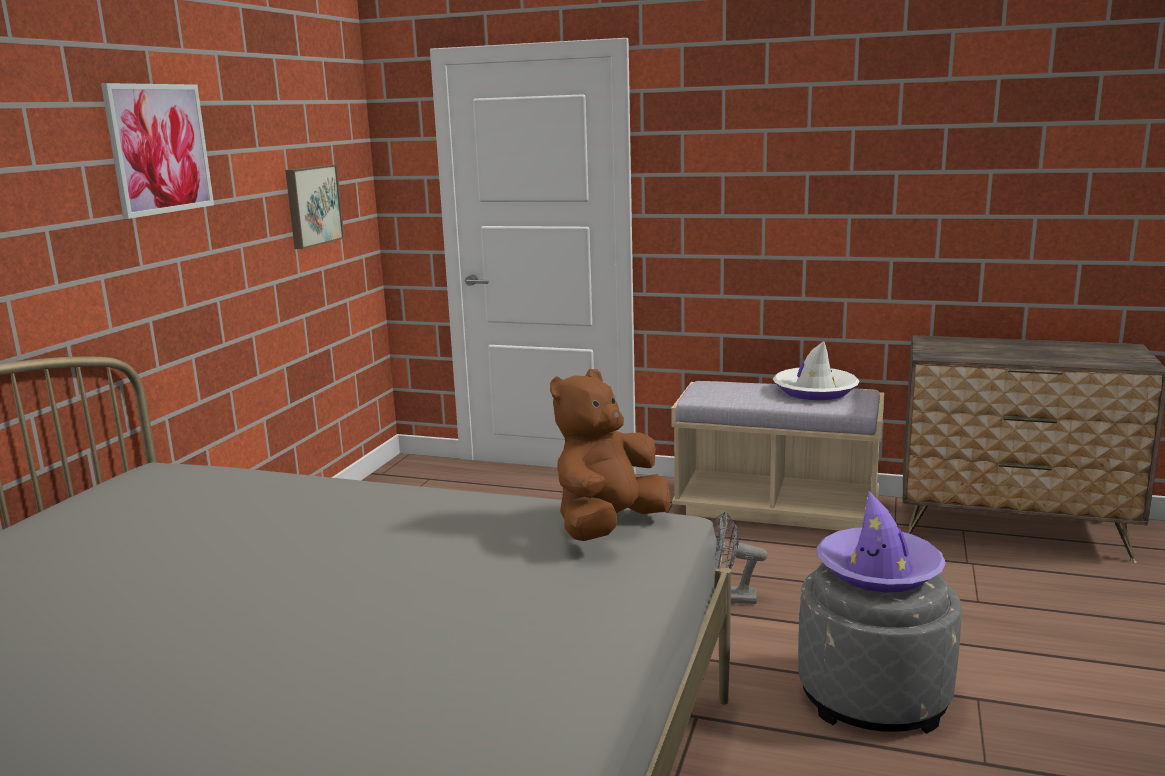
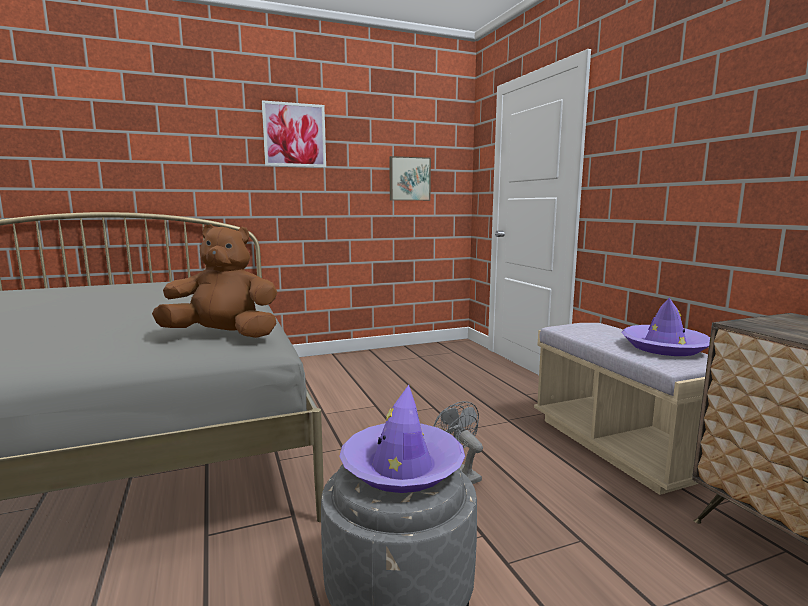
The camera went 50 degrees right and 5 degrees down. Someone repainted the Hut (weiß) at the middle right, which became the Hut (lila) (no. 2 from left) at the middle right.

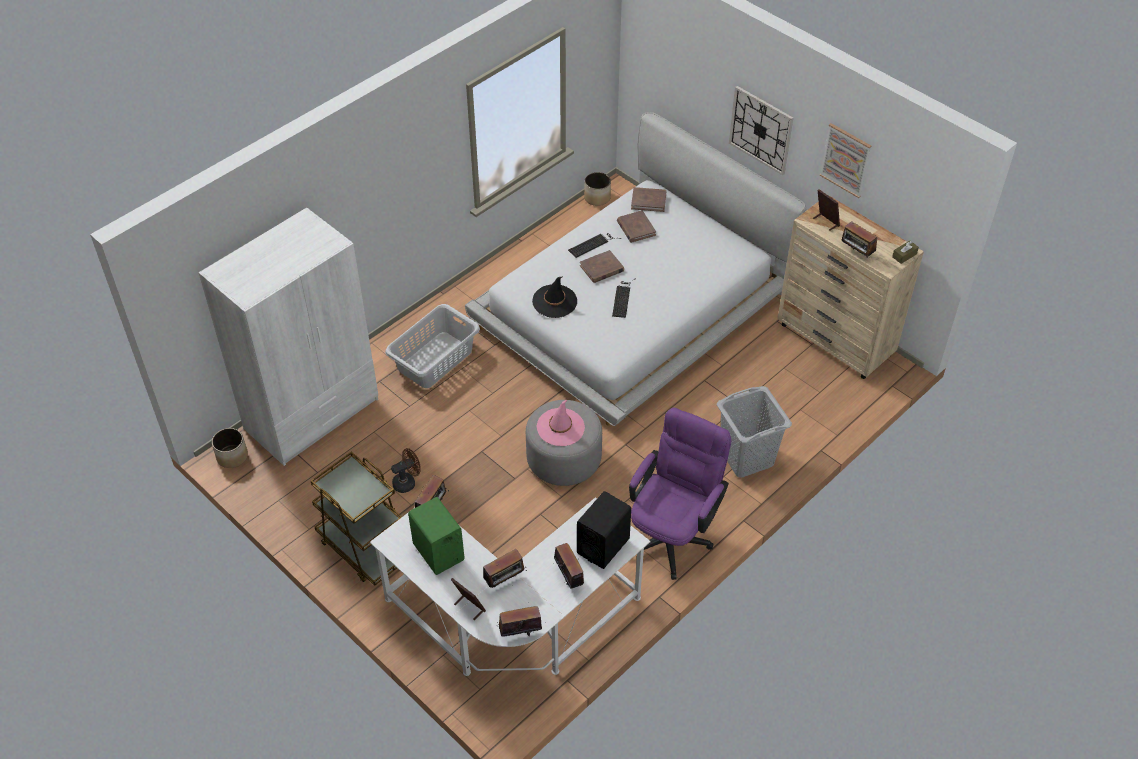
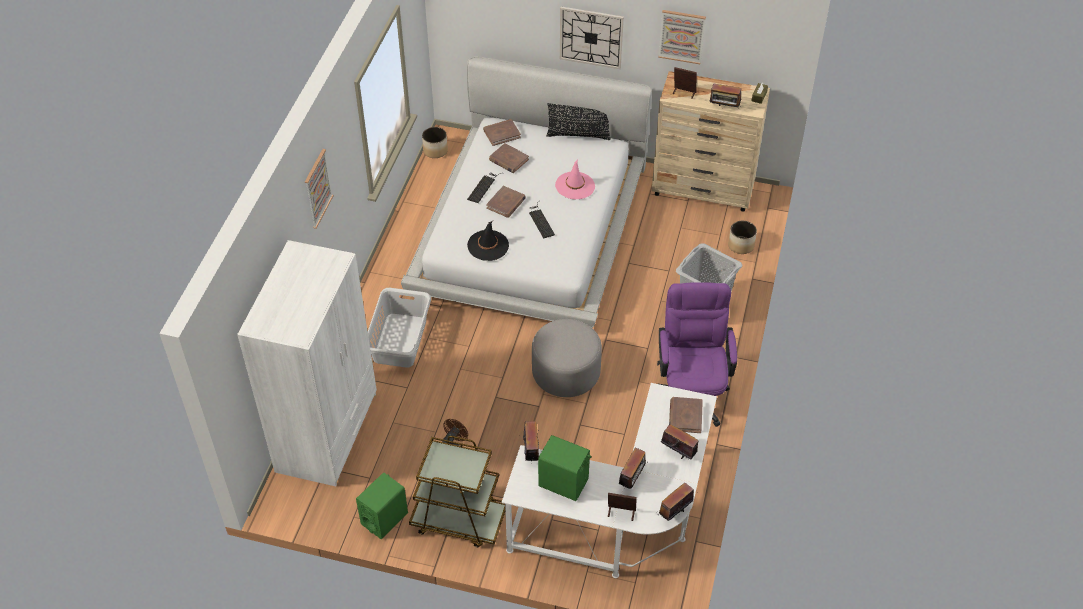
The camera went 30 degrees left and 0 degrees up. Someone put up the Bild (no. 1 from left) at the top left. Someone put down the Lautsprecher (grün) (no. 1 from left) at the bottom centre. Someone put down the Kissen (schwarz) at the top centre. Someone carried the Pflanzkübel (no. 1 from left in the first image) from the middle left to the middle right. Someone carried the Hut (rosa) from the centre to the top centre. Someone swapped the Lautsprecher (schwarz) at the bottom centre for the Buch (braun) (no. 4 from left) at the bottom centre.

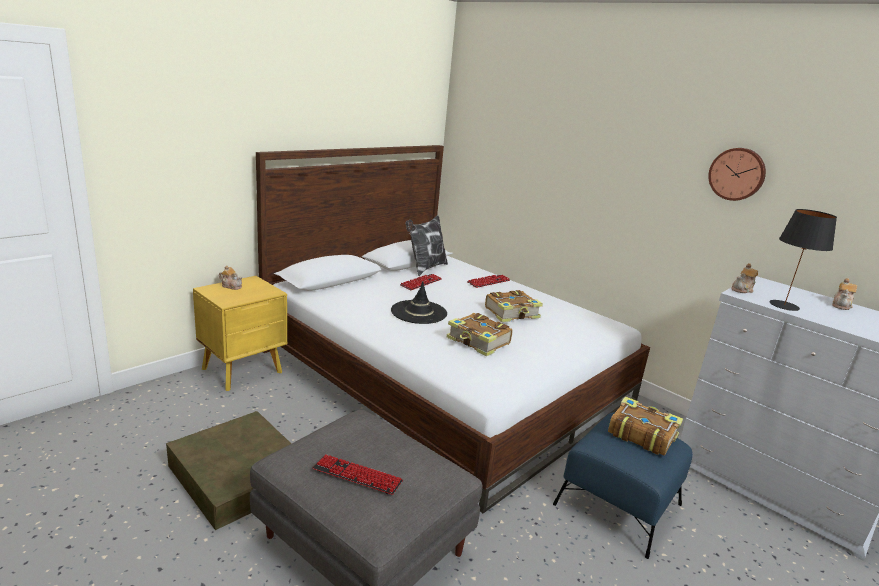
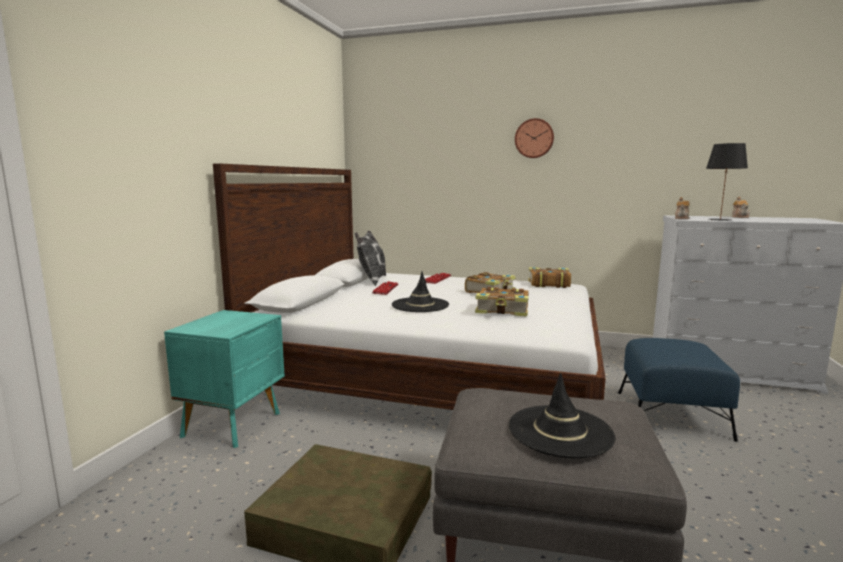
The camera went 25 degrees left and 10 degrees down. Someone took away the Teekanne (no. 1 from left) at the middle left. Someone carried the Buch (no. 3 from left) from the bottom right to the centre. Someone carried the Wanduhr from the top right to the top centre. Someone swapped the Tastatur (no. 1 from left) at the bottom centre for the Hut (schwarz) (no. 2 from left) at the bottom right. Someone repainted the Nachttisch (gelb) at the middle left, which became the Nachttisch (türkis) at the bottom left.

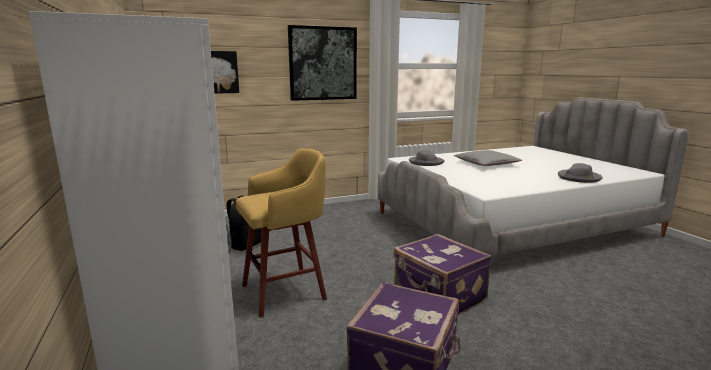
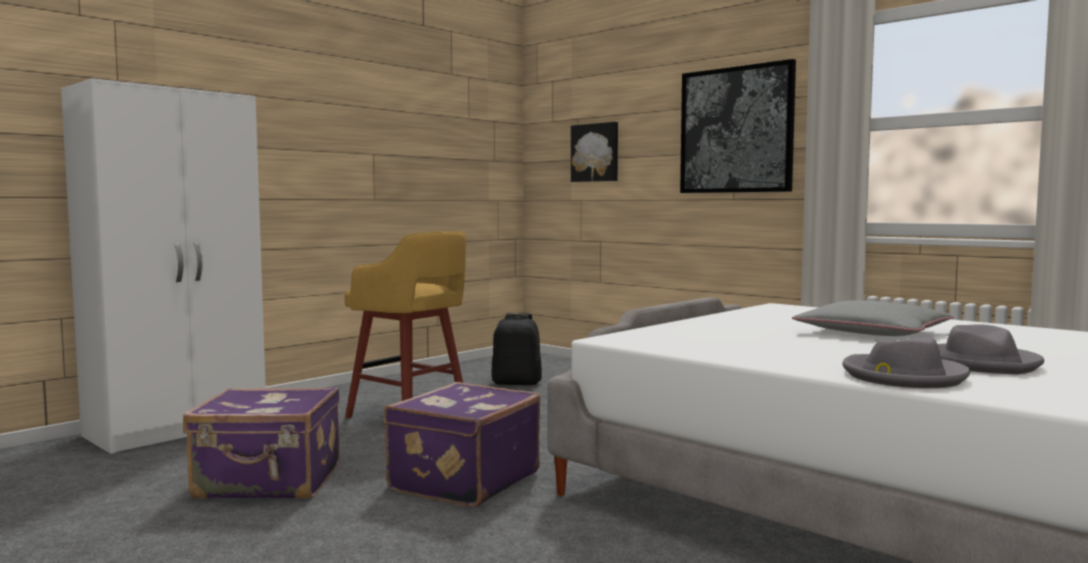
The camera went 65 degrees right and 10 degrees down. Someone carried the Hut (grau) (no. 1 from left in the first image) from the centre to the middle right.

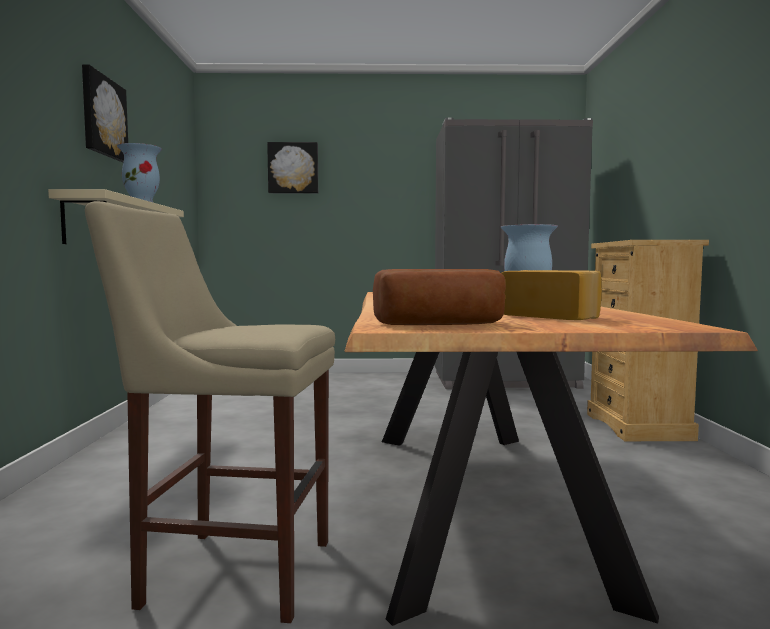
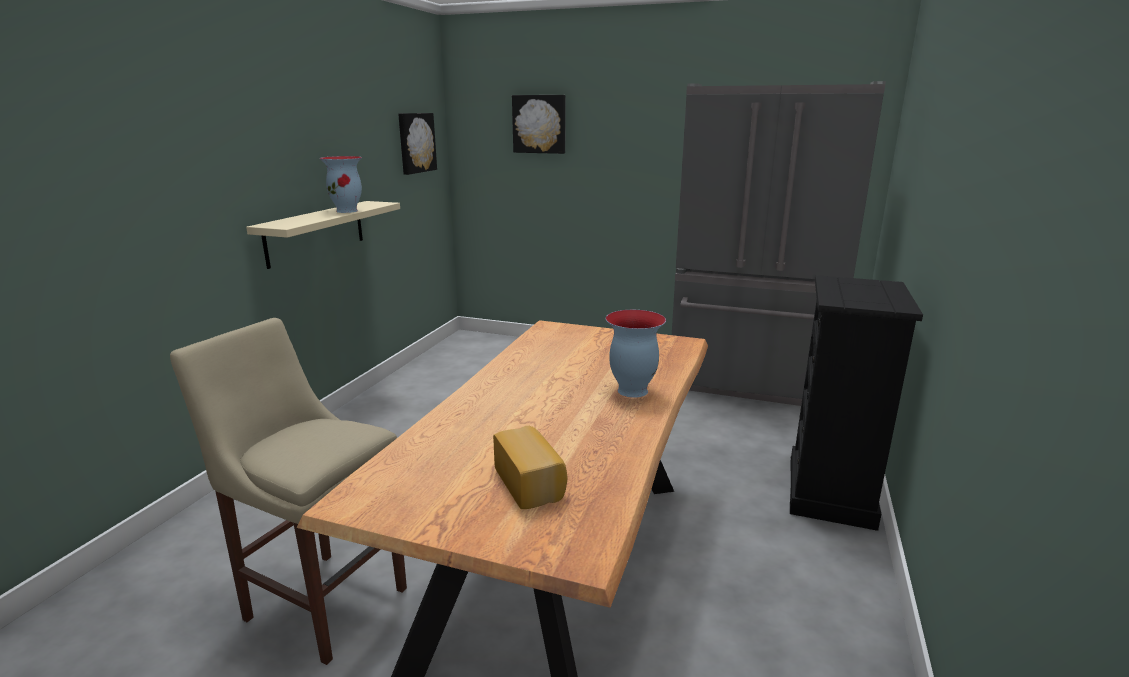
The camera went 20 degrees right and 15 degrees up. Someone took away the Brot (no. 1 from left) at the centre. Someone carried the Bild (no. 1 from left) from the top left to the top centre. Someone repainted the Kommode (beige) at the middle right, which became the Kommode (schwarz) at the middle right.

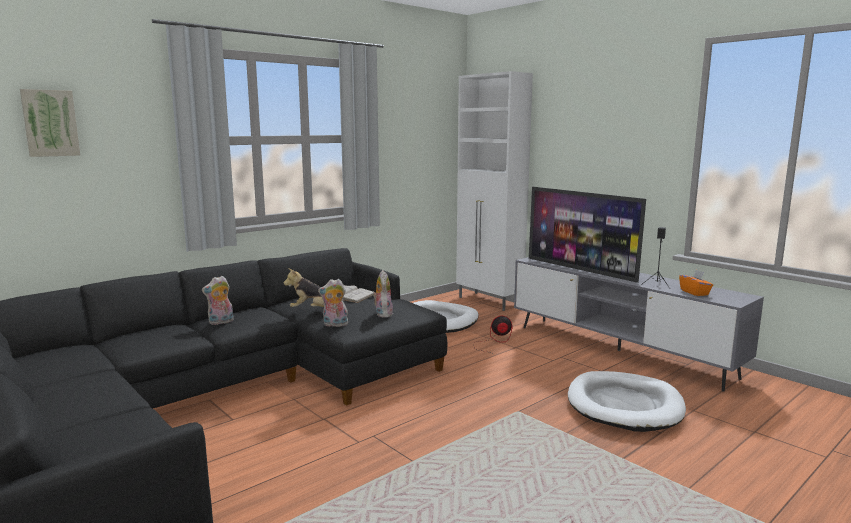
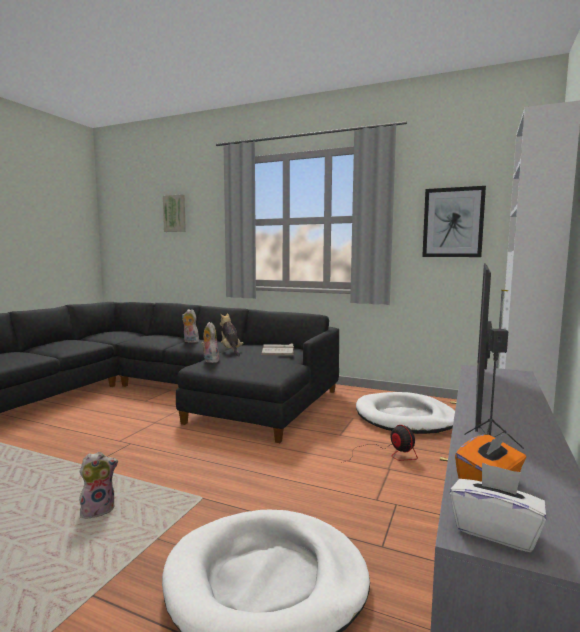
The camera went 65 degrees right and 5 degrees down. Someone put up the Bild (no. 2 from left) at the middle right. Someone put down the Taschentuchbox (weiß) at the bottom right. Someone carried the Plüschtier (no. 4 from left in the first image) from the centre to the bottom left.

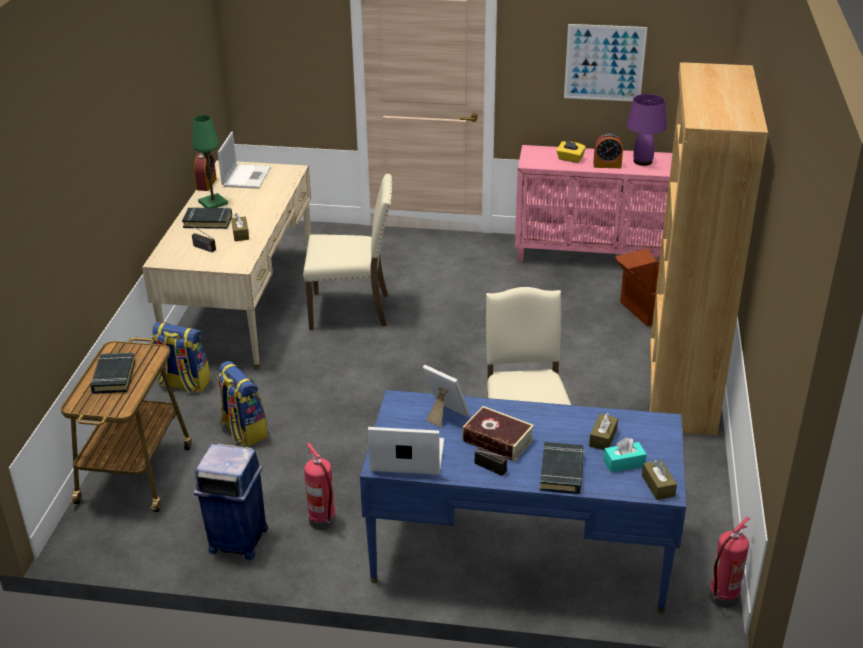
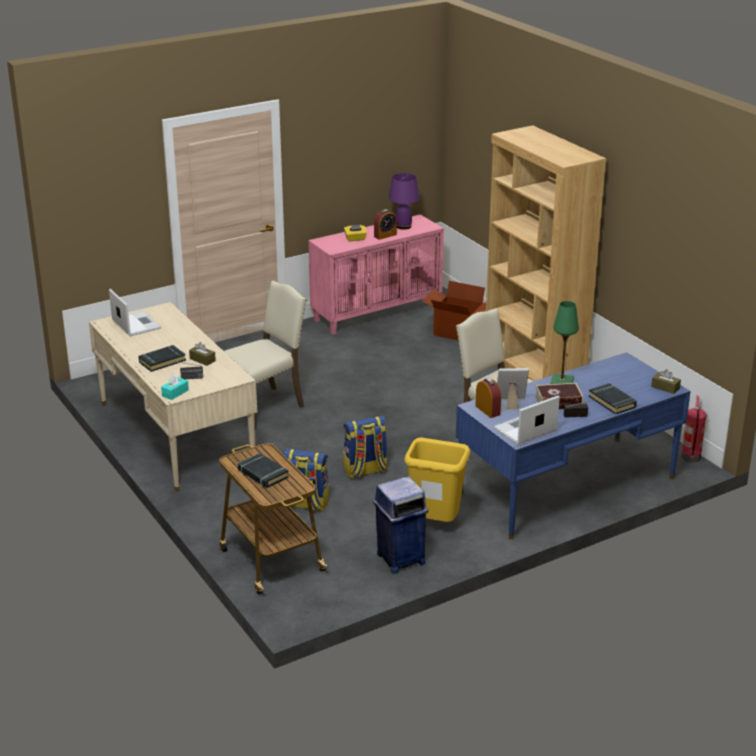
The camera went 40 degrees left and 5 degrees down. Someone took away the Bild at the top right. Someone took away the Taschentuchbox (braun) (no. 2 from left) at the middle right. Someone carried the Rucksack (no. 1 from left in the first image) from the middle left to the centre. Someone carried the Tischlampe (grün) from the top left to the middle right. Someone carried the Wecker (no. 1 from left in the first image) from the top left to the centre. Someone carried the Taschentuchbox (türkis) from the bottom right to the middle left. Someone swapped the Feuerlöscher (no. 1 from left) at the bottom centre for the Mülleimer (gelb) at the centre.

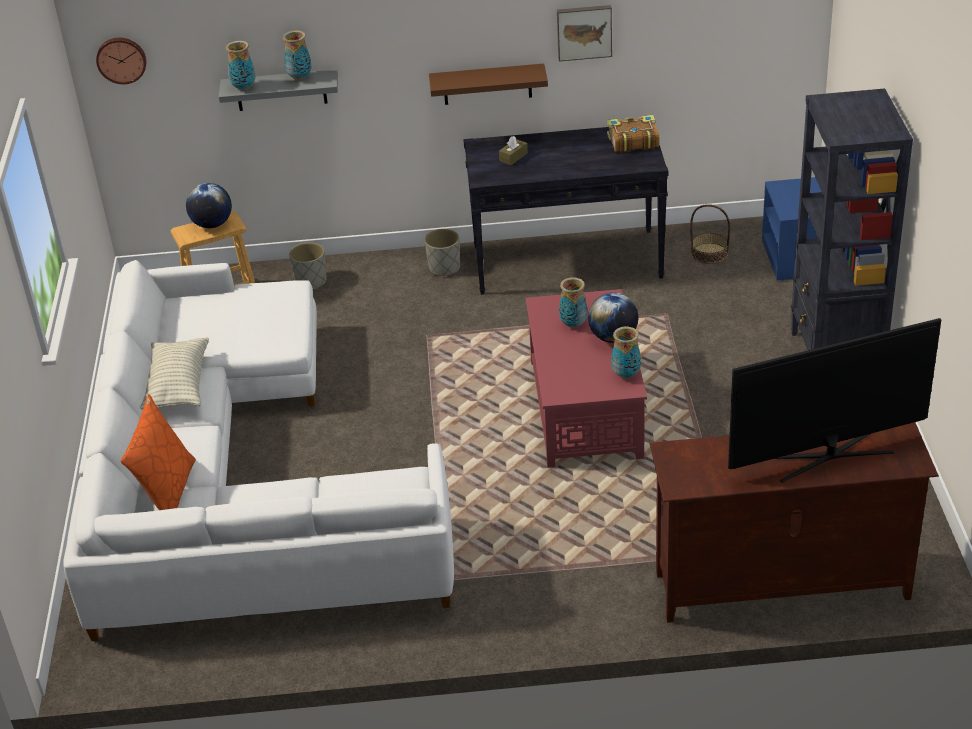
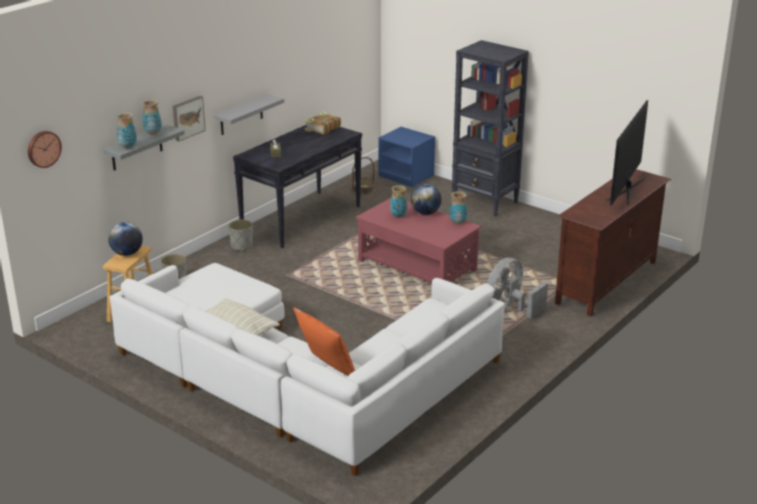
The camera went 50 degrees left and 10 degrees down. Someone put down the Ventilator (grau) at the middle right. Someone carried the Bild from the top centre to the top left. Someone repainted the Wandregal (braun) at the top centre, which became the Wandregal (grau) (no. 2 from left) at the top left.

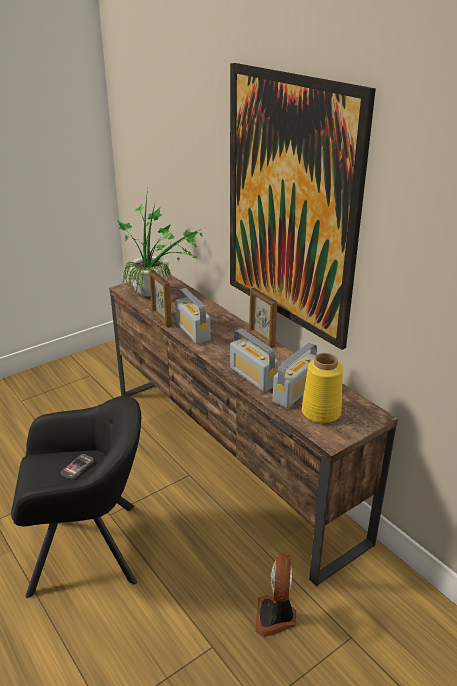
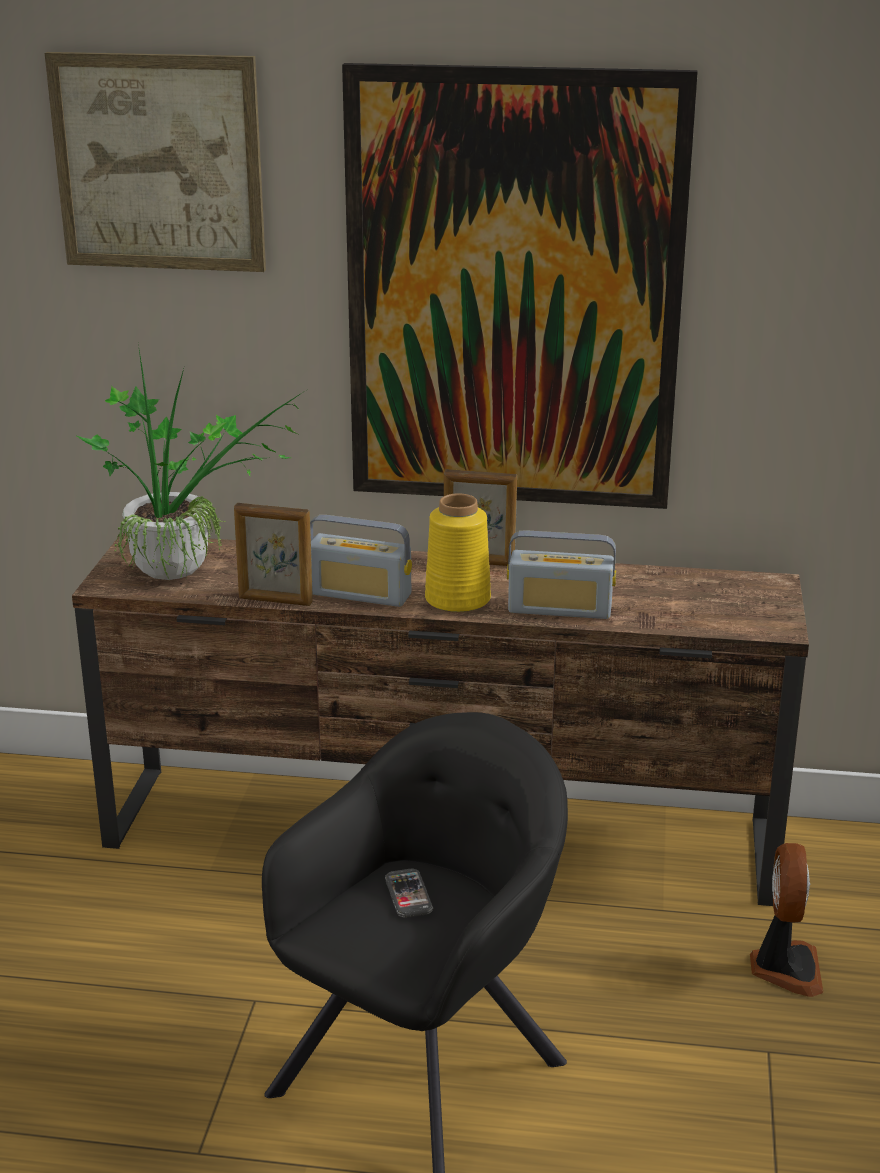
The camera went 45 degrees left and 5 degrees down. Someone took away the Radio (no. 3 from left) at the centre. Someone put up the Bild (no. 1 from left) at the top left. Someone carried the Vase (gelb) from the middle right to the centre. Someone rotated the Ventilator at the bottom centre by 135 degrees counterclockwise.

